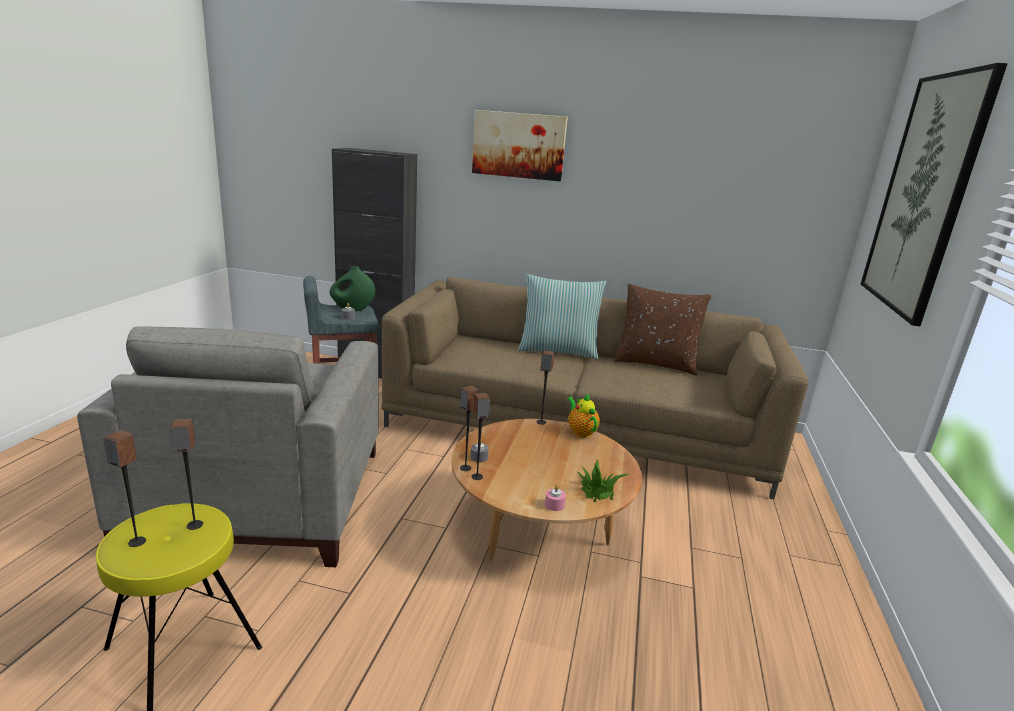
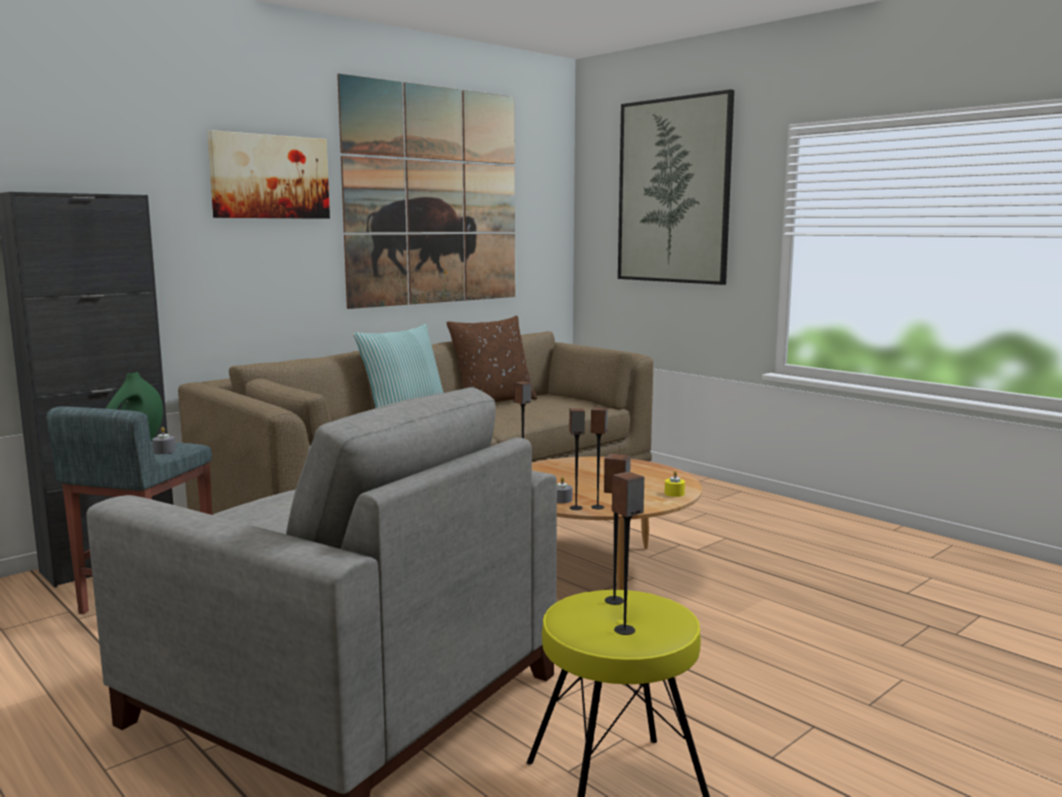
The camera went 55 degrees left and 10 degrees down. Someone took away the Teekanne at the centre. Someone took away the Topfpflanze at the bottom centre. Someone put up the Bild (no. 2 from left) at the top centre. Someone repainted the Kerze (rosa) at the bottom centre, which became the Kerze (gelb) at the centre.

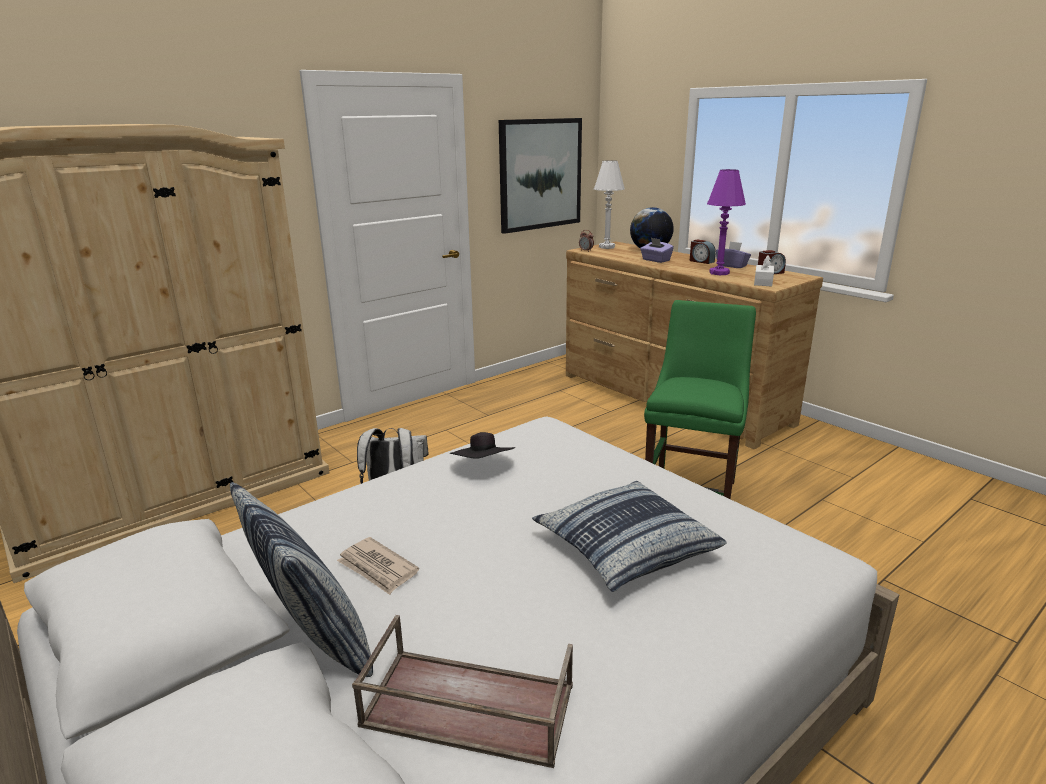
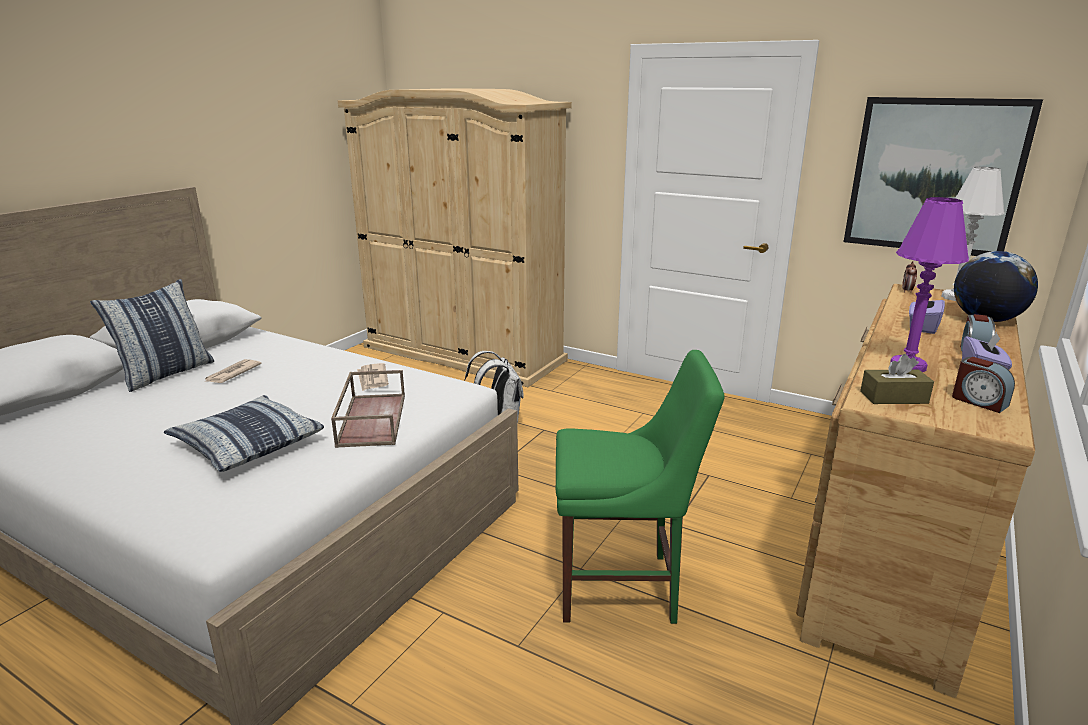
The camera went 70 degrees right and 0 degrees up. Someone carried the Tablett (braun) from the bottom centre to the centre. Someone swapped the Hut (schwarz) at the centre for the Zeitung (no. 2 from left) at the centre. Someone repainted the Taschentuchbox (weiß) at the middle right, which became the Taschentuchbox (braun) at the middle right.

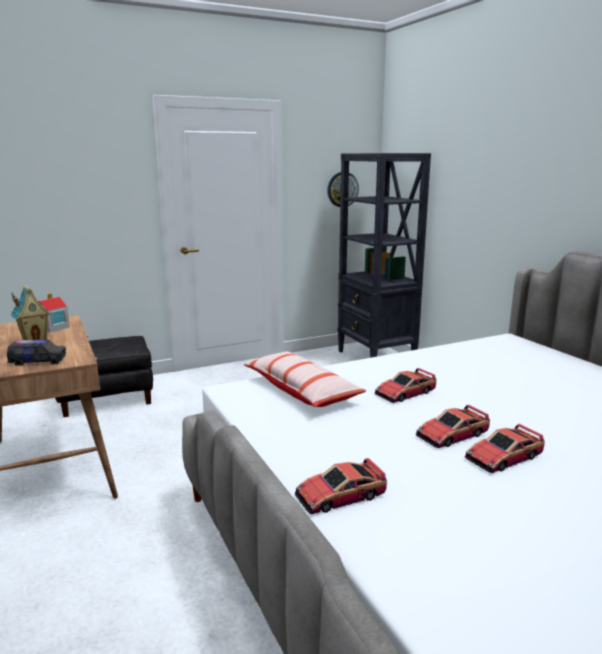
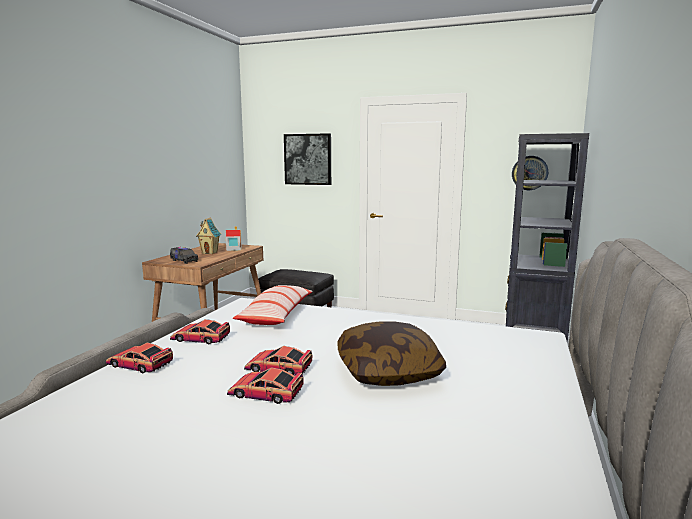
The camera went 45 degrees right and 5 degrees down. Someone put up the Bild at the top centre. Someone put down the Kissen (no. 2 from left) at the bottom centre. Someone carried the Spielzeugauto (no. 2 from left) from the middle right to the middle left.

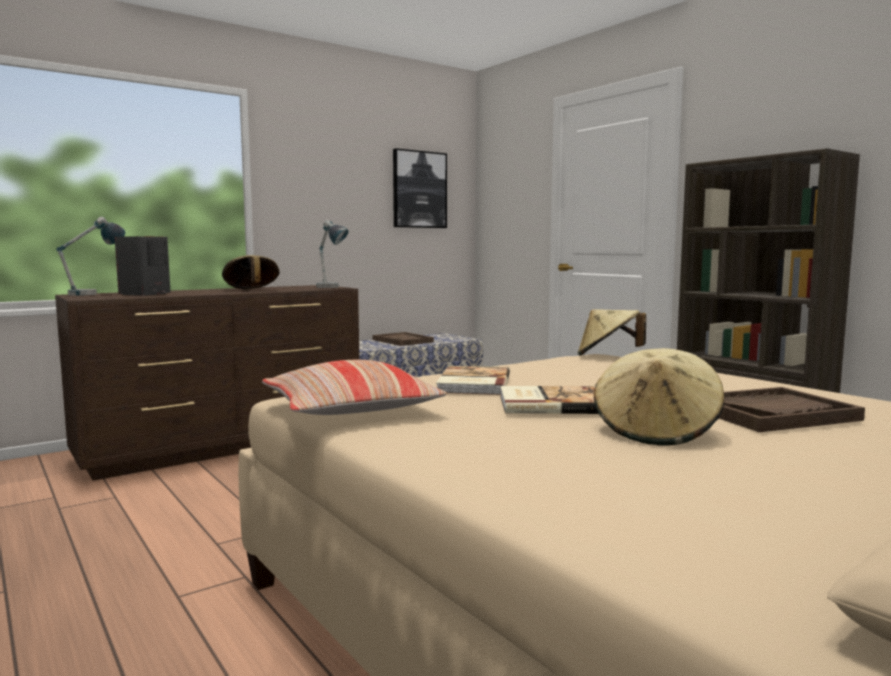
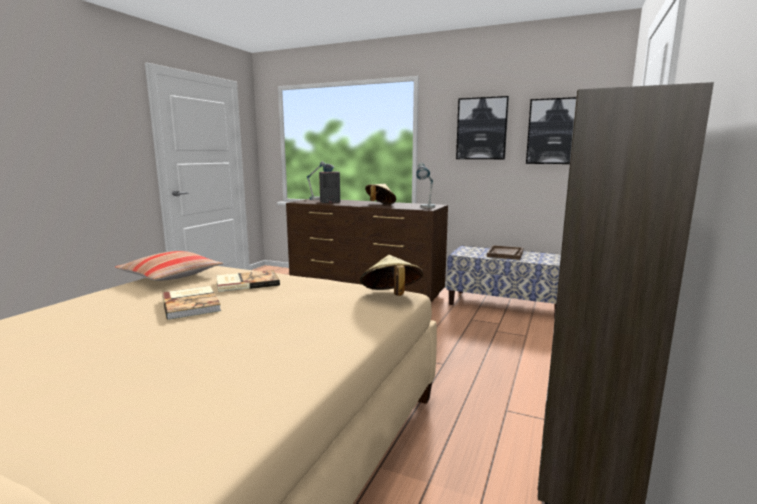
The camera went 60 degrees right and 5 degrees up. Someone took away the Hut (beige) (no. 3 from left) at the middle right. Someone took away the Tablett (braun) (no. 2 from left) at the middle right. Someone put up the Bild (no. 1 from left) at the top centre.

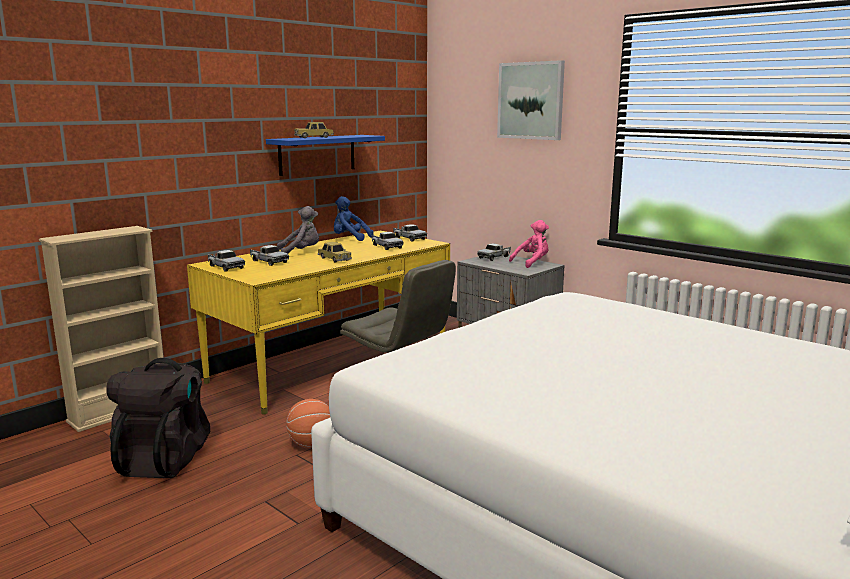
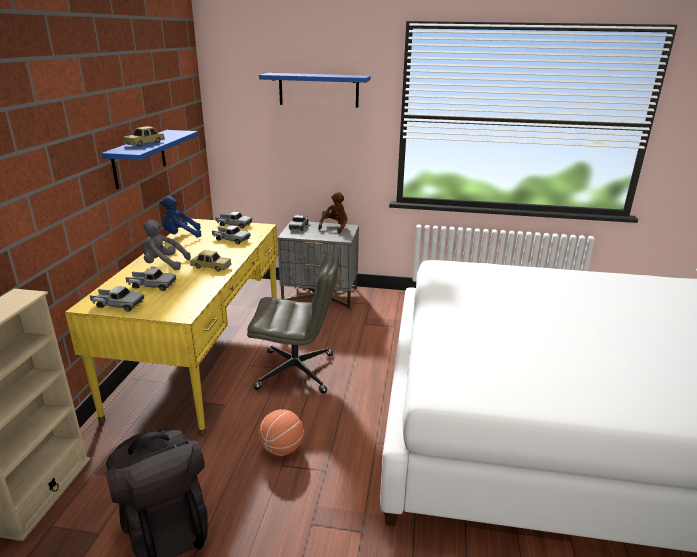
The camera went 35 degrees left and 10 degrees up. Someone swapped the Bild at the top centre for the Wandregal (blau) (no. 2 from left) at the top centre. Someone repainted the Plüschtier (rosa) at the centre, which became the Plüschtier (braun) at the centre. Someone rotated the Plüschtier (grau) at the centre by 120 degrees counterclockwise.

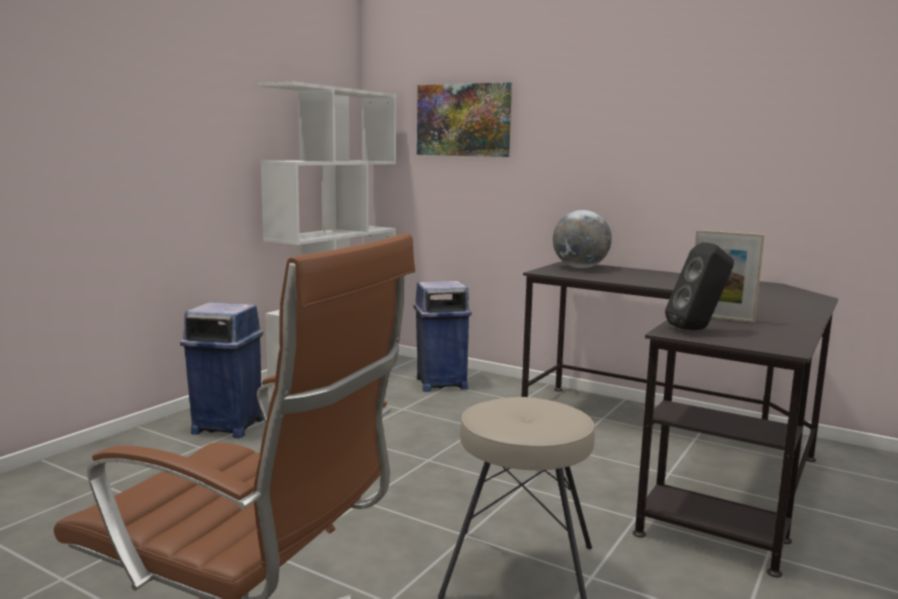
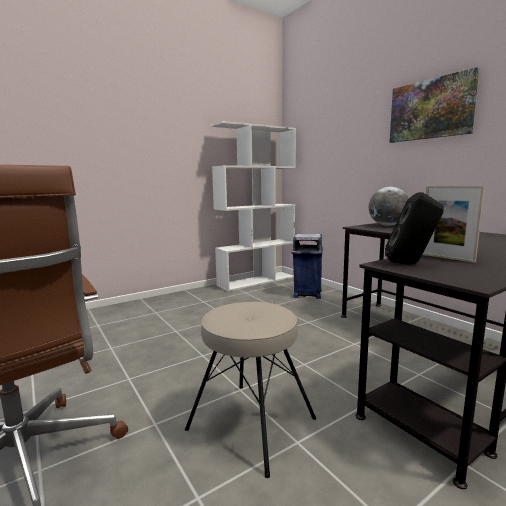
The camera went 25 degrees right and 0 degrees up. Someone took away the Mülleimer (blau) (no. 1 from left) at the middle left. Someone carried the Bild from the top centre to the top right.

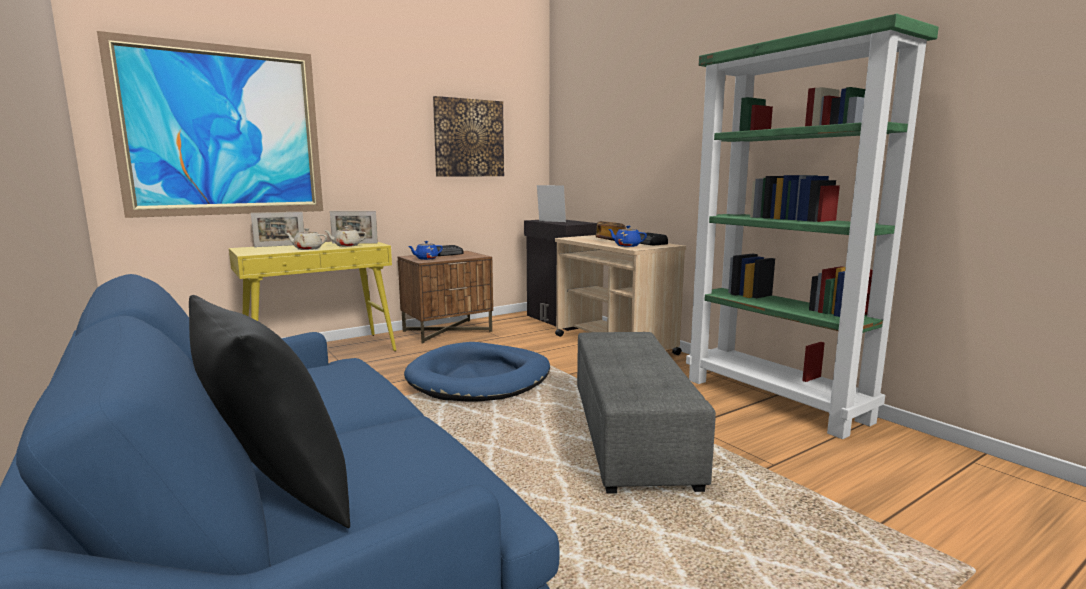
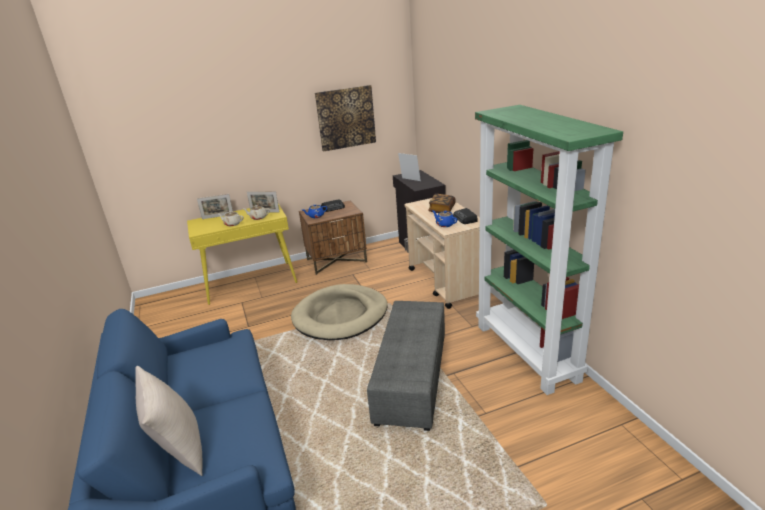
The camera went 15 degrees right and 15 degrees up. Someone took away the Bild (no. 1 from left) at the top left. Someone repainted the Kissen (schwarz) at the bottom left, which became the Kissen (beige) at the bottom left. Someone repainted the Hundebett (blau) at the centre, which became the Hundebett (beige) at the centre.

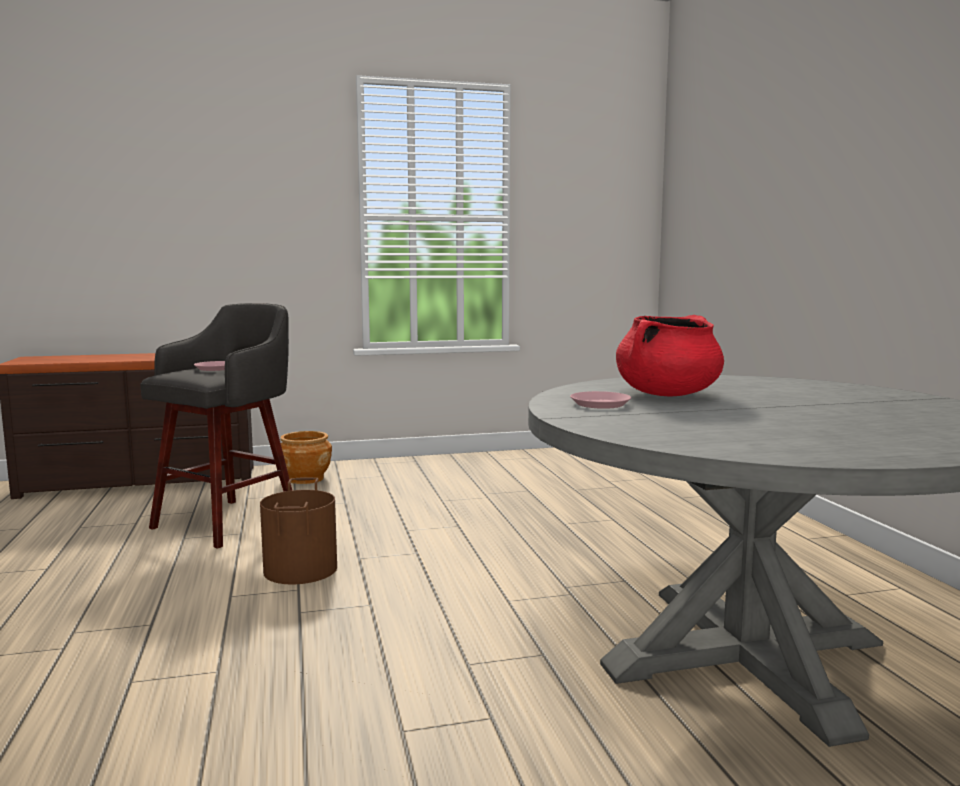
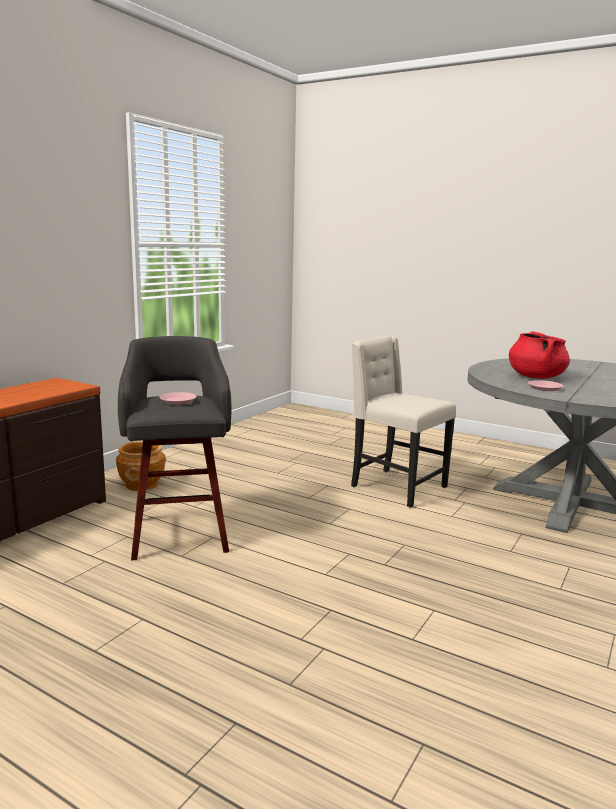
The camera went 45 degrees left and 5 degrees up. Someone took away the Eimer (braun) at the bottom left. Someone put down the Stuhl (beige) at the centre.

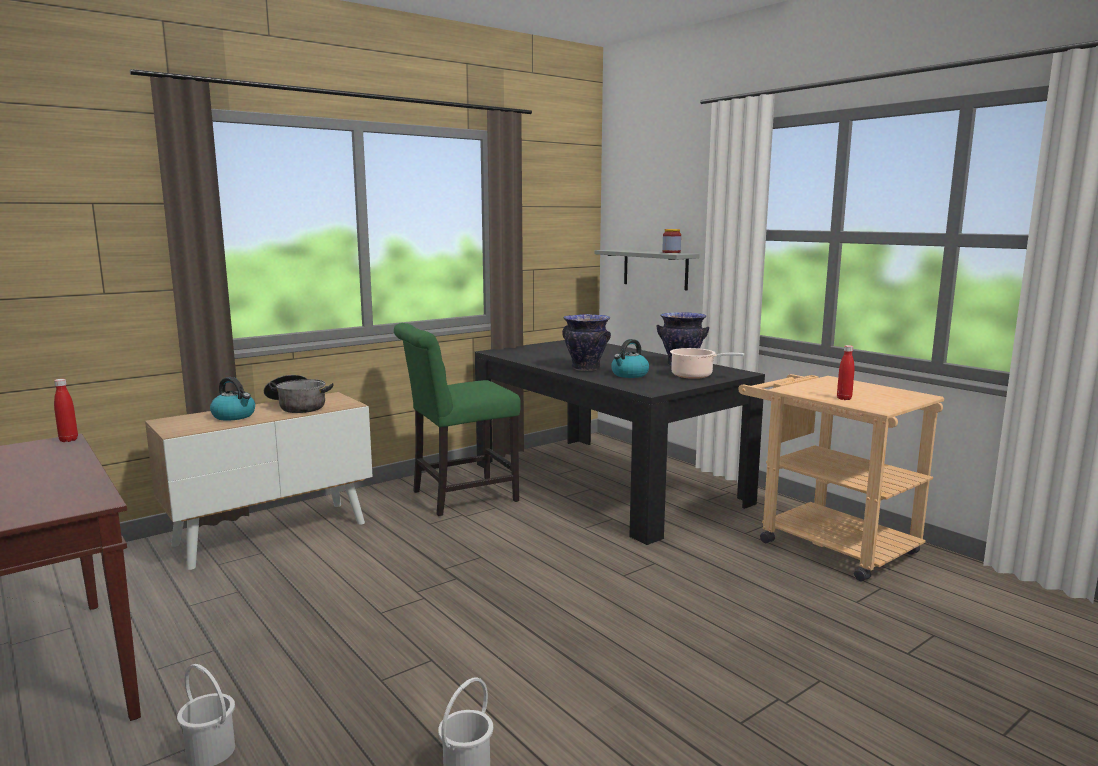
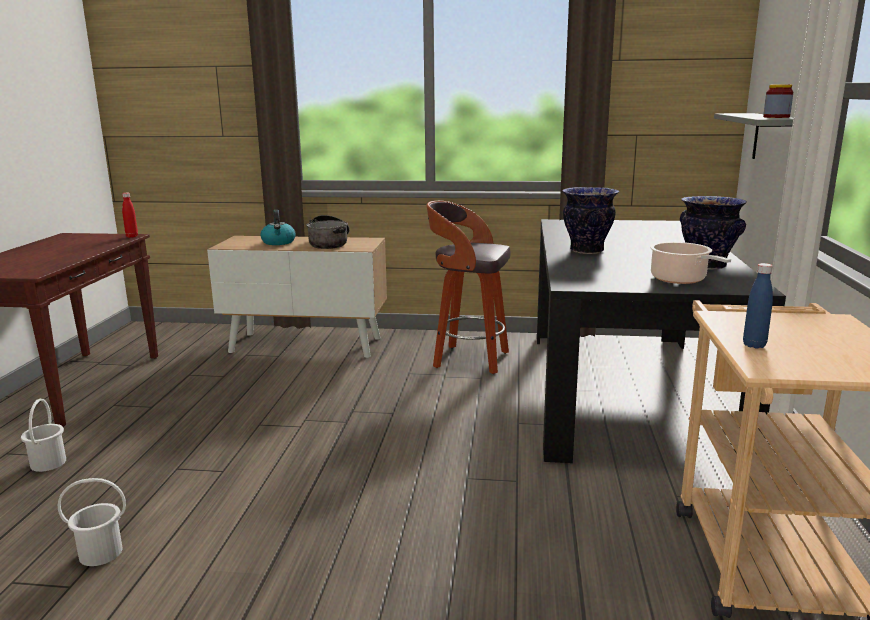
The camera went 45 degrees right and 5 degrees up. Someone took away the Wasserkessel (no. 2 from left) at the centre. Someone swapped the Stuhl (grün) at the centre for the Hocker at the centre. Someone repainted the Flasche (rot) (no. 2 from left) at the middle right, which became the Flasche (blau) at the middle right.

